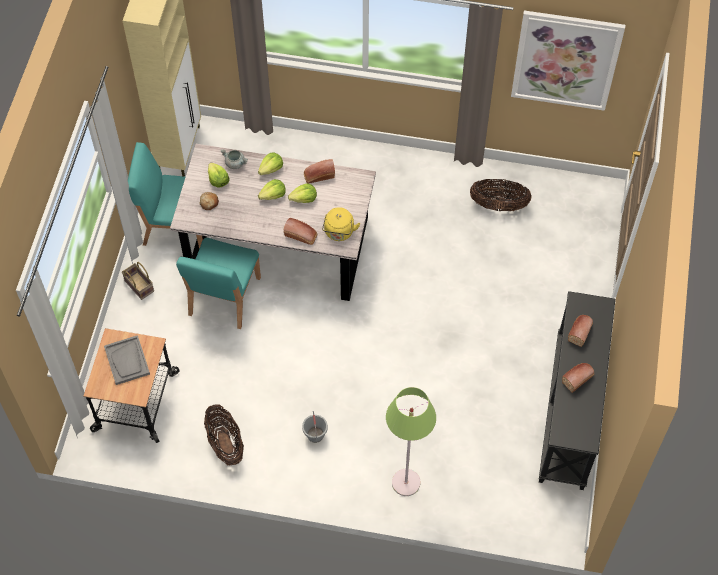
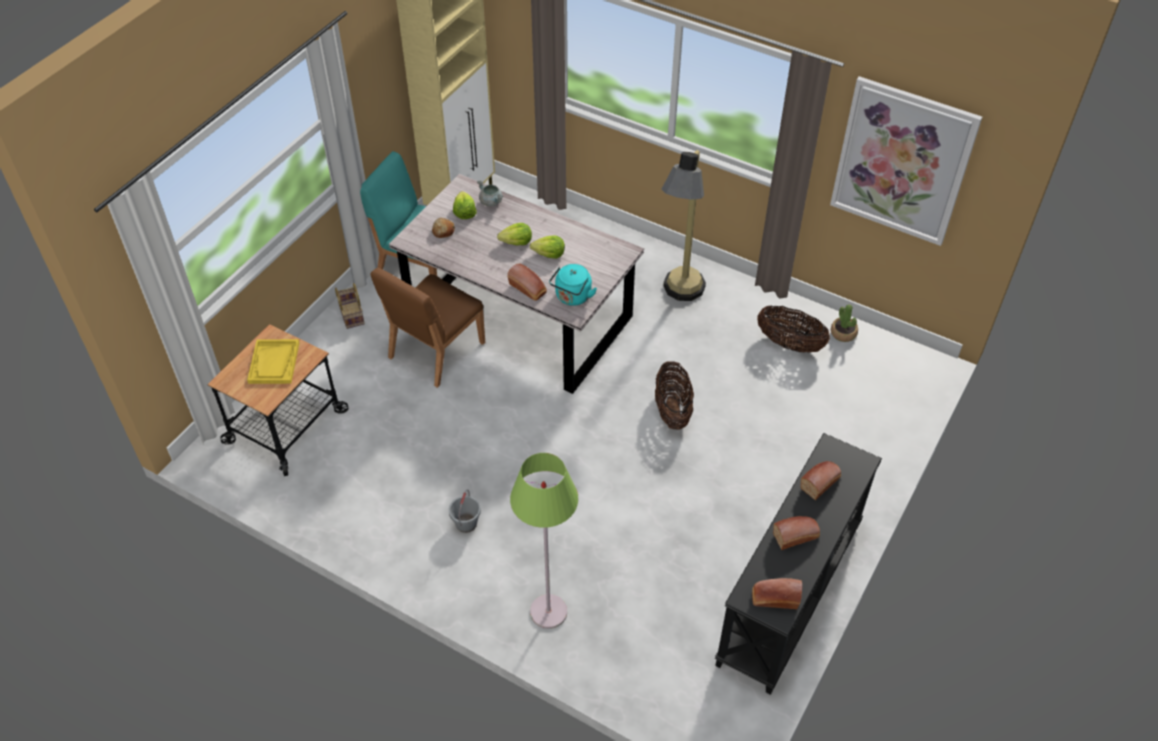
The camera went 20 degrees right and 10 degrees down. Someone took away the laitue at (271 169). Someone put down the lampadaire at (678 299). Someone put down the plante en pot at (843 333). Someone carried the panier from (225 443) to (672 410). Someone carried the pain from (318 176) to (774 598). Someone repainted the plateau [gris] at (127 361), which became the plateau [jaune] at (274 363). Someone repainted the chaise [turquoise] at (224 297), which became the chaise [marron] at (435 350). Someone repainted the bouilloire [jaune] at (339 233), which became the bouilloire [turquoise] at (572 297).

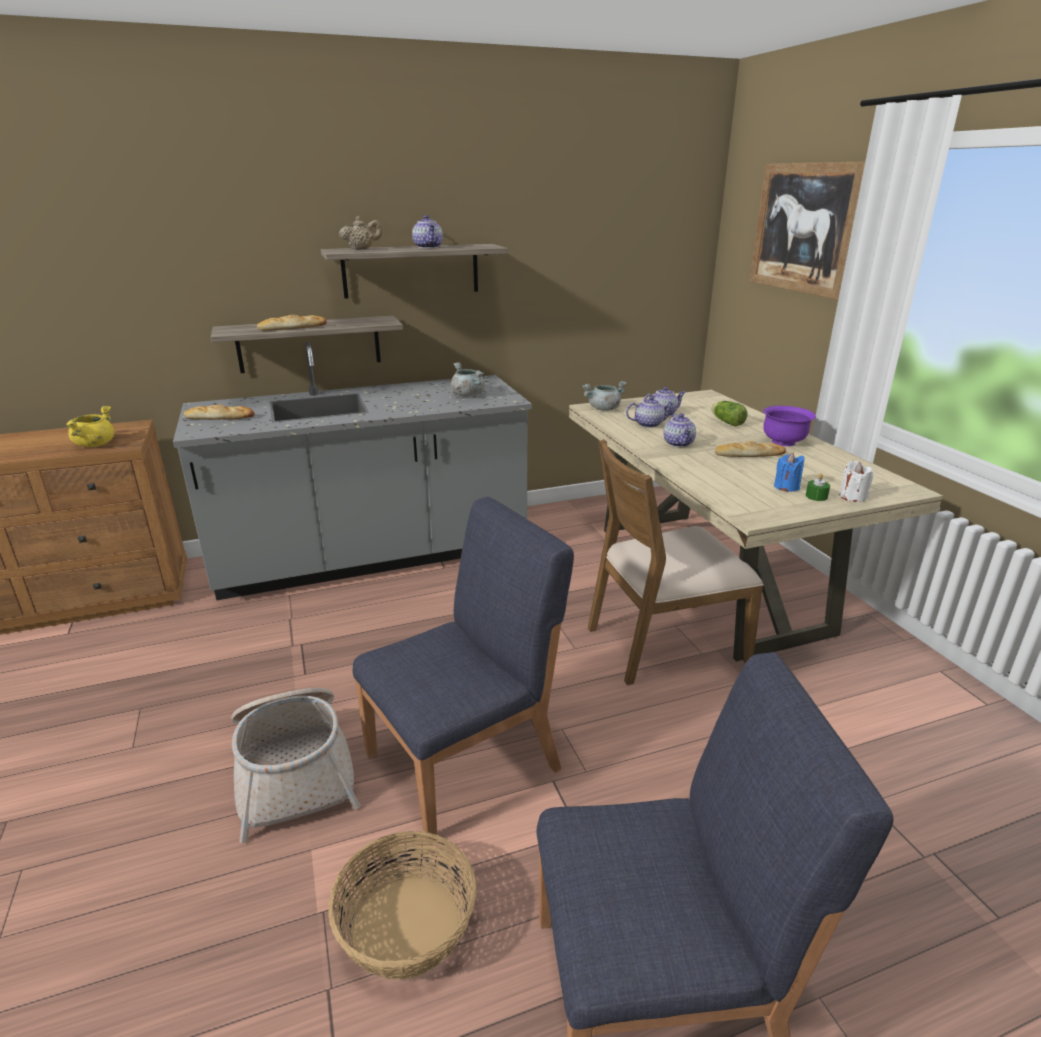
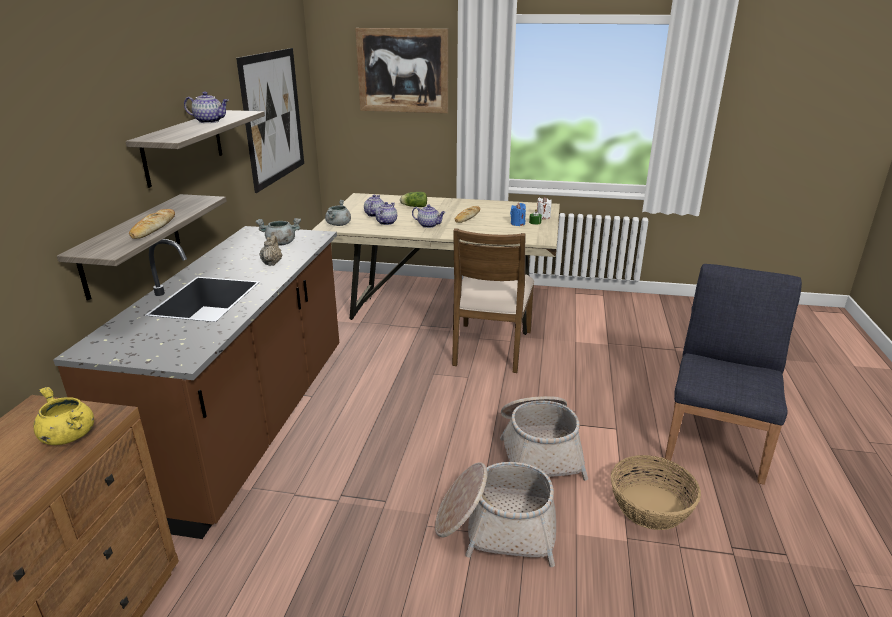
The camera went 60 degrees left and 0 degrees up. Someone took away the pain at (220 417). Someone took away the bol [violet] at (783 442). Someone put up the tableau at (273 117). Someone carried the théière [beige] from (362 249) to (272 263). Someone swapped the chaise [bleu] at (465 761) for the panier at (539 450). Someone repainted the comptoir de cuisine [gris] at (373 557), which became the comptoir de cuisine [marron] at (249 425).

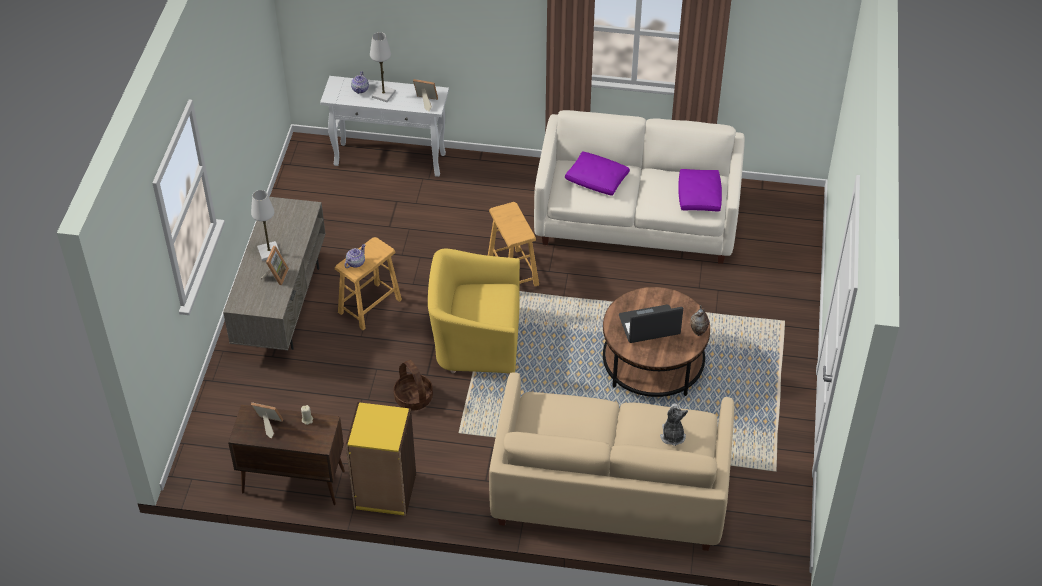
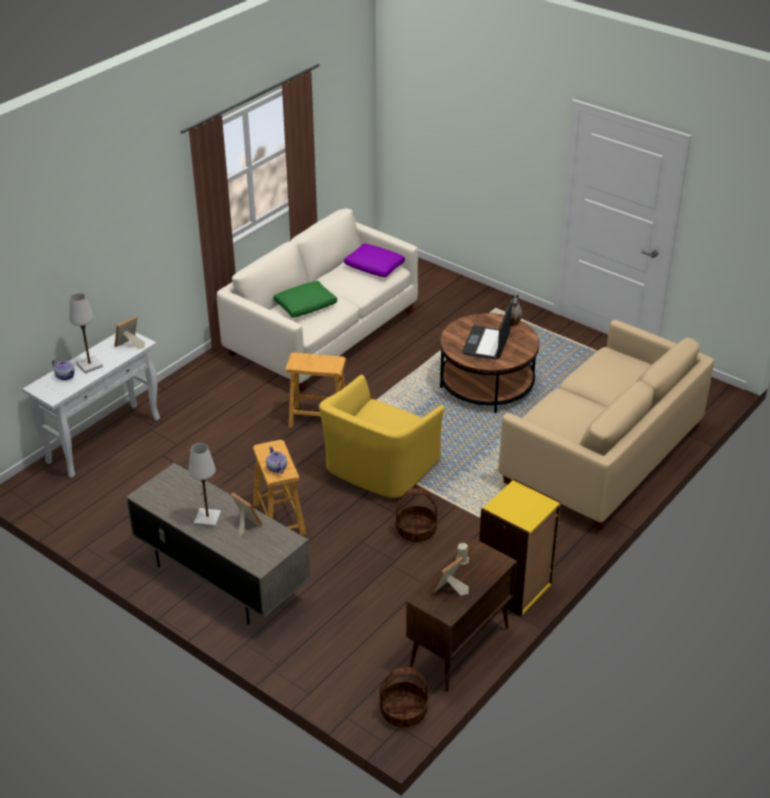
The camera went 60 degrees left and 10 degrees down. Someone took away the peluche at (672 435). Someone put down the panier at (403 712). Someone repainted the coussin [violet] at (596 179), which became the coussin [vert] at (305 306).

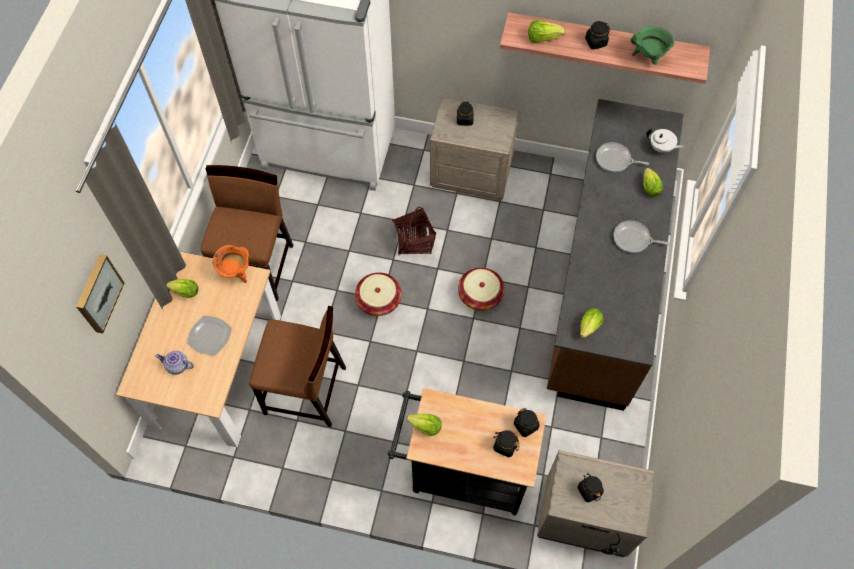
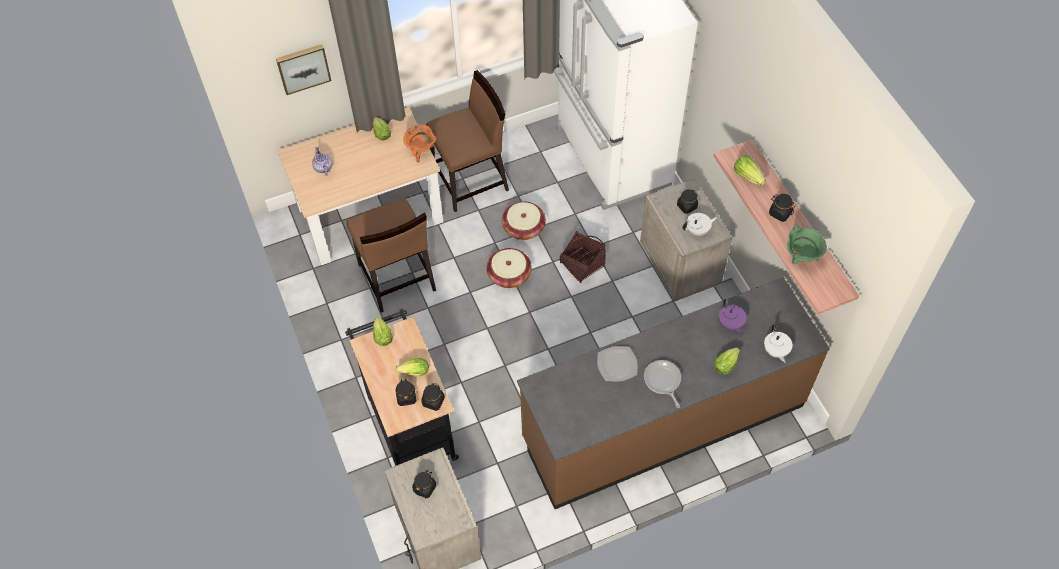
The camera went 55 degrees right and 5 degrees down. Someone put down the théière [blanc] at (698 230). Someone carried the assiette from (210 336) to (617 365). Someone carried the panier from (480 295) to (524 228). Someone carried the laitue from (588 328) to (413 372). Someone swapped the poêle at (615 160) for the théière [violet] at (730 324).

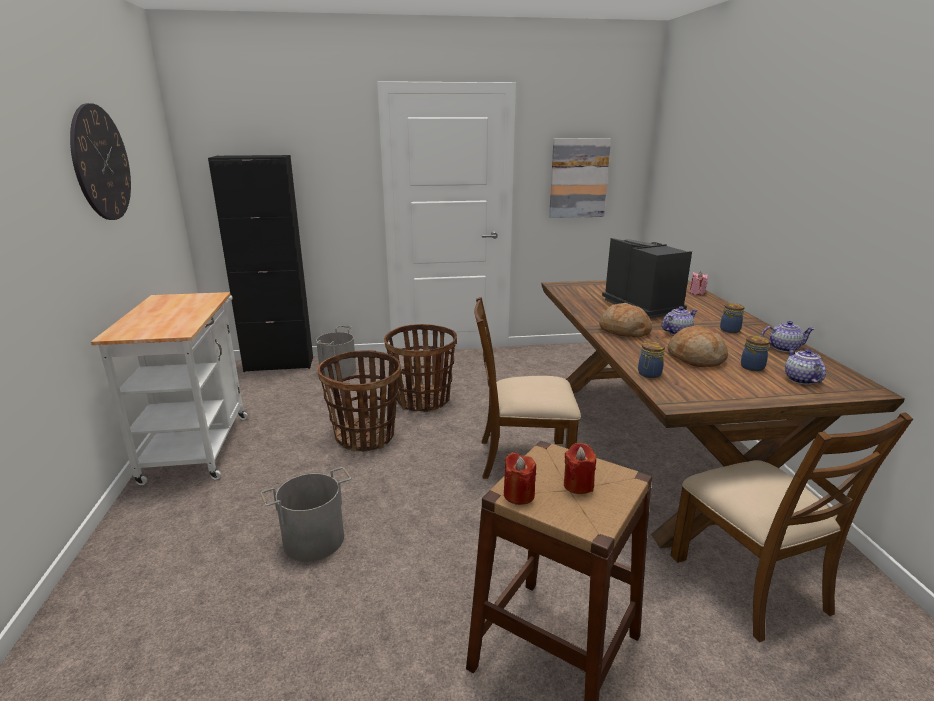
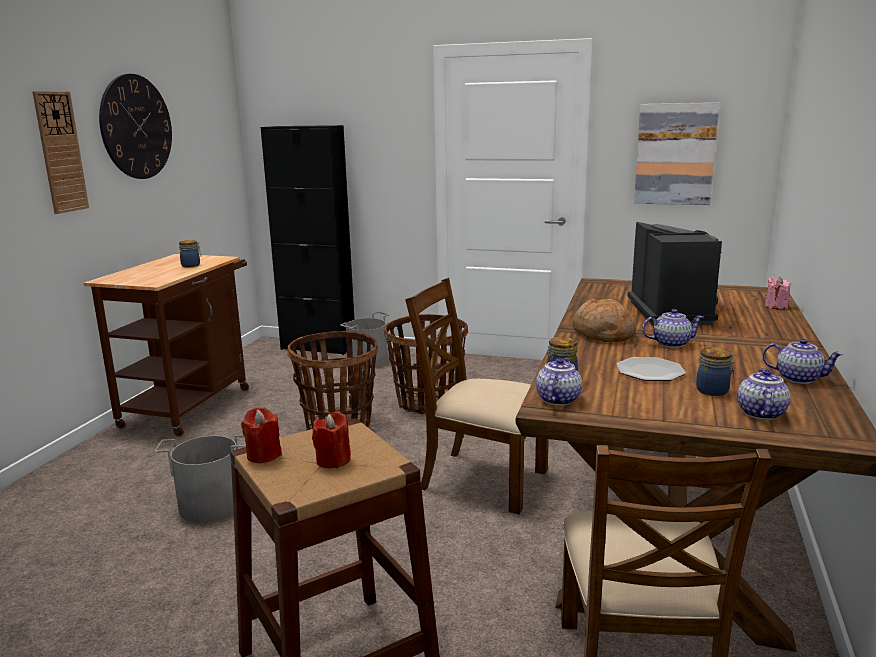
The camera went 25 degrees right and 5 degrees down. Someone put up the horloge murale at (60 152). Someone put down the théière at (558 399). Someone carried the bocal from (730 330) to (191 265). Someone swapped the pain at (696 358) for the assiette at (650 371). Someone repainted the chariot [blanc] at (199 443), which became the chariot [marron] at (191 404).

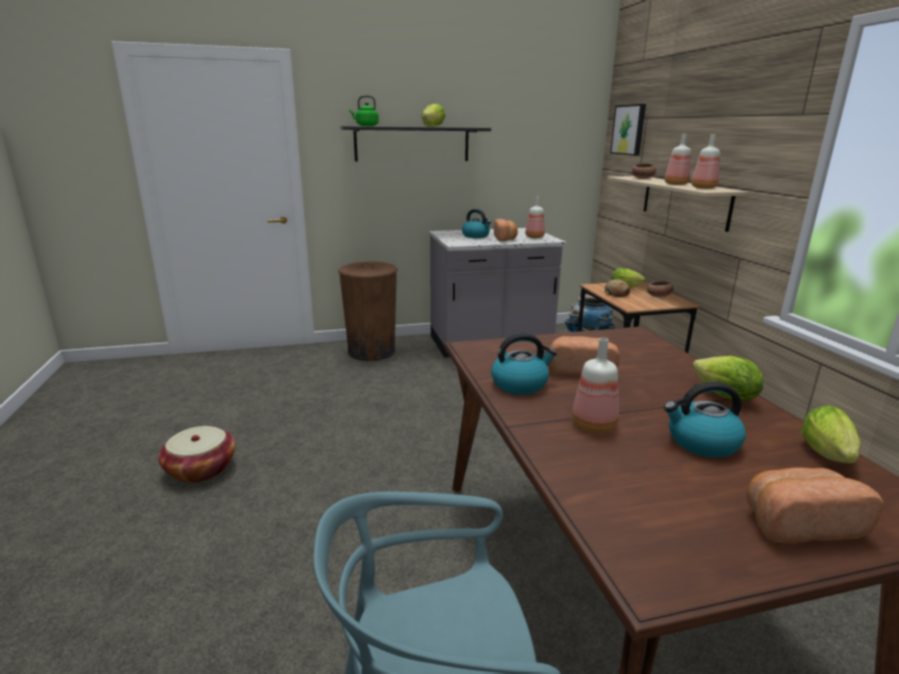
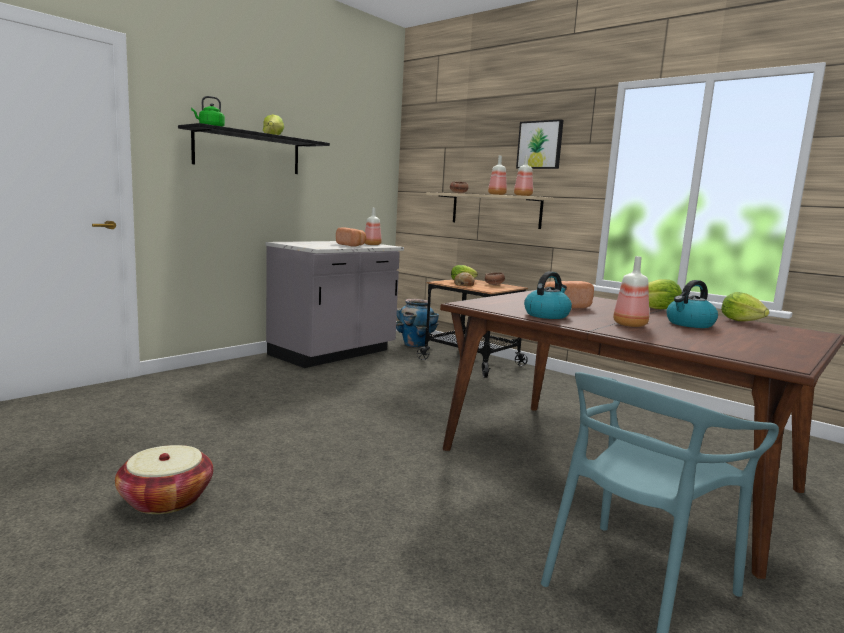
The camera went 35 degrees left and 10 degrees down. Someone took away the poubelle [marron] at (371 351). Someone took away the bouilloire at (476 236). Someone took away the pain at (798 523). Someone carried the tableau from (629 130) to (540 145).

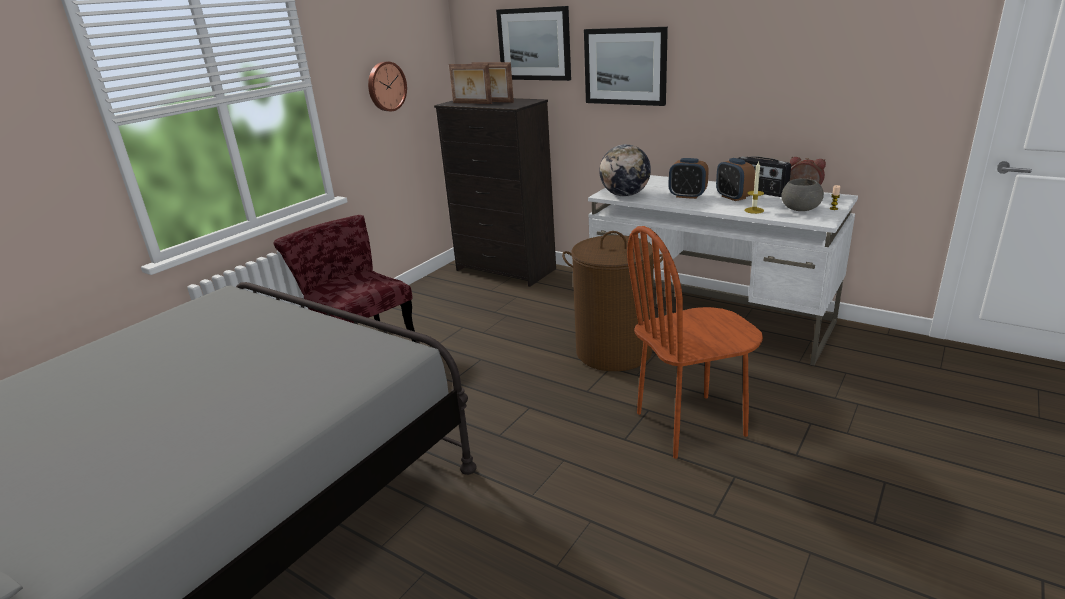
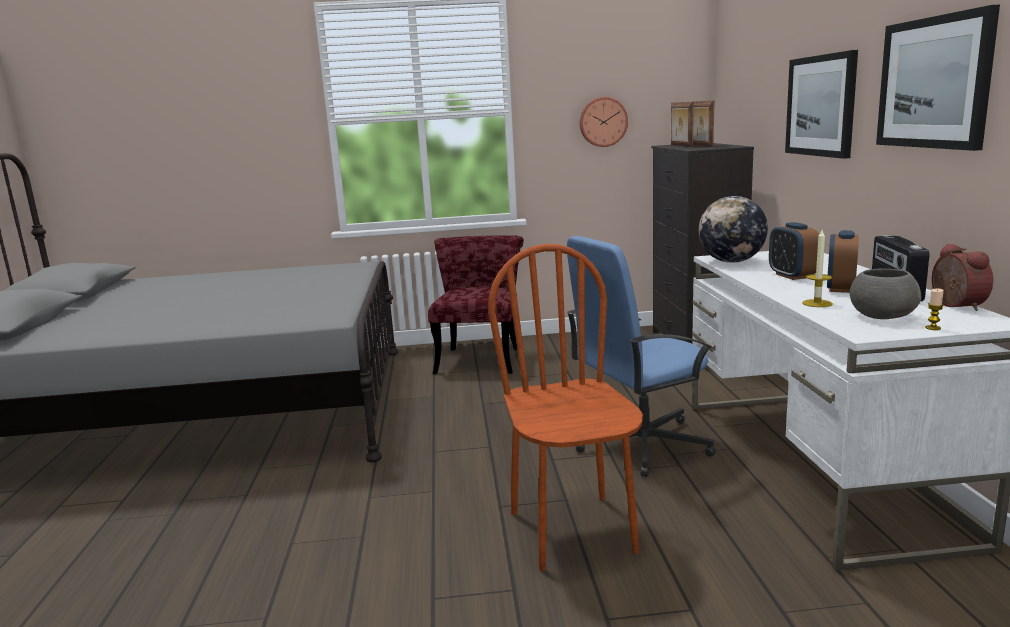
The camera went 50 degrees right and 10 degrees down. Someone carried the tableau from (534 44) to (934 83). Someone swapped the panier à linge [marron] at (613 352) for the chaise de bureau [bleu] at (641 444). Someone rotated the chaise [marron] at (690 424) by 45 degrees clockwise.

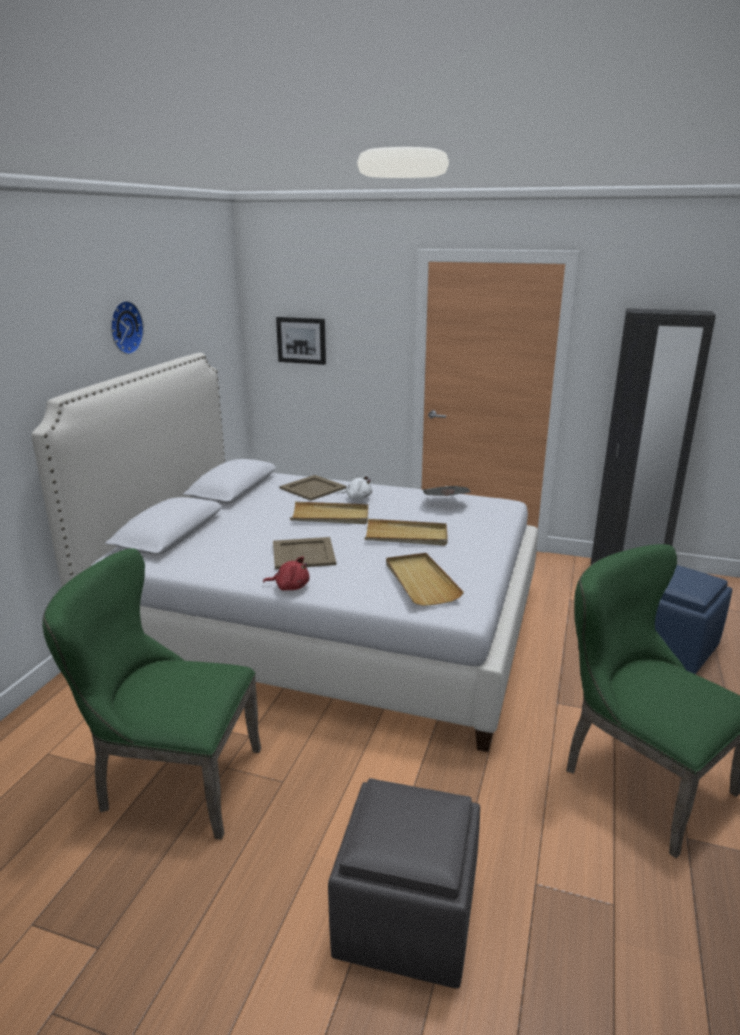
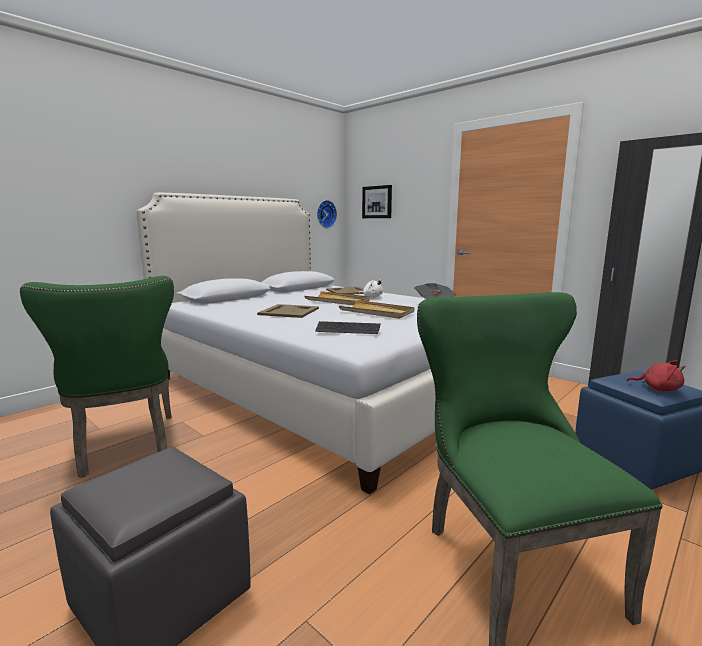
The camera went 25 degrees right and 10 degrees down. Someone carried the horloge murale from (123 327) to (325 214). Someone carried the peluche [rouge] from (290 587) to (658 389). Someone swapped the plateau [beige] at (420 581) for the clavier at (348 329). Someone rotated the chaise [vert] at (171 782) by 150 degrees counterclockwise.

